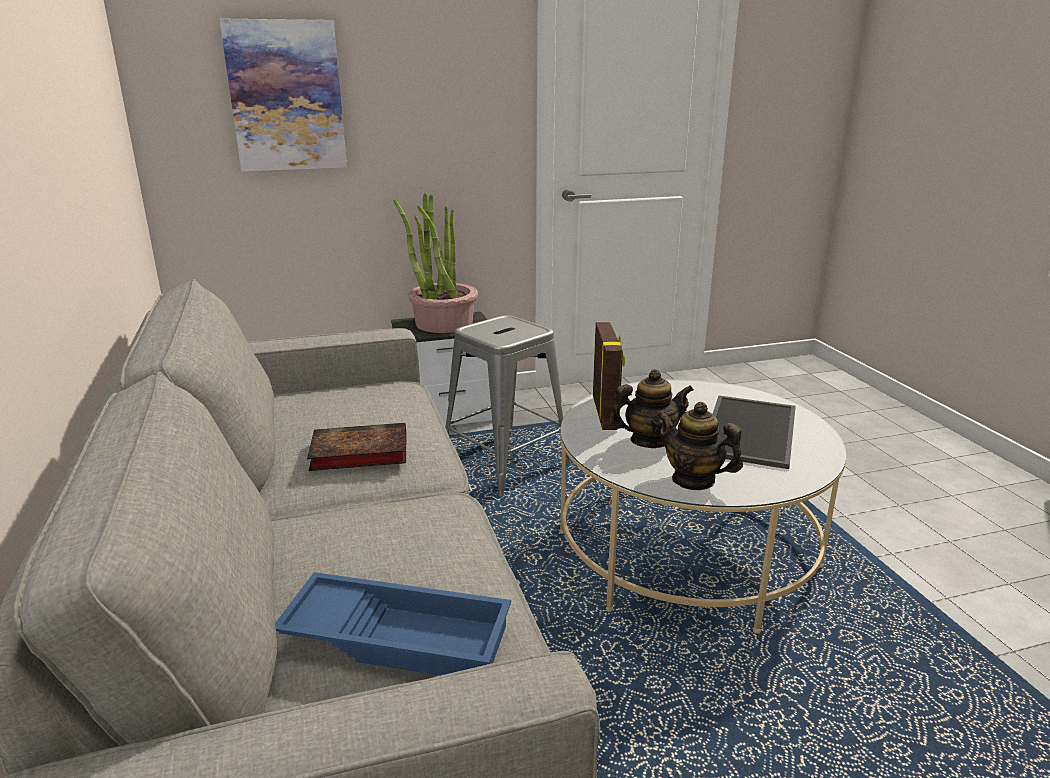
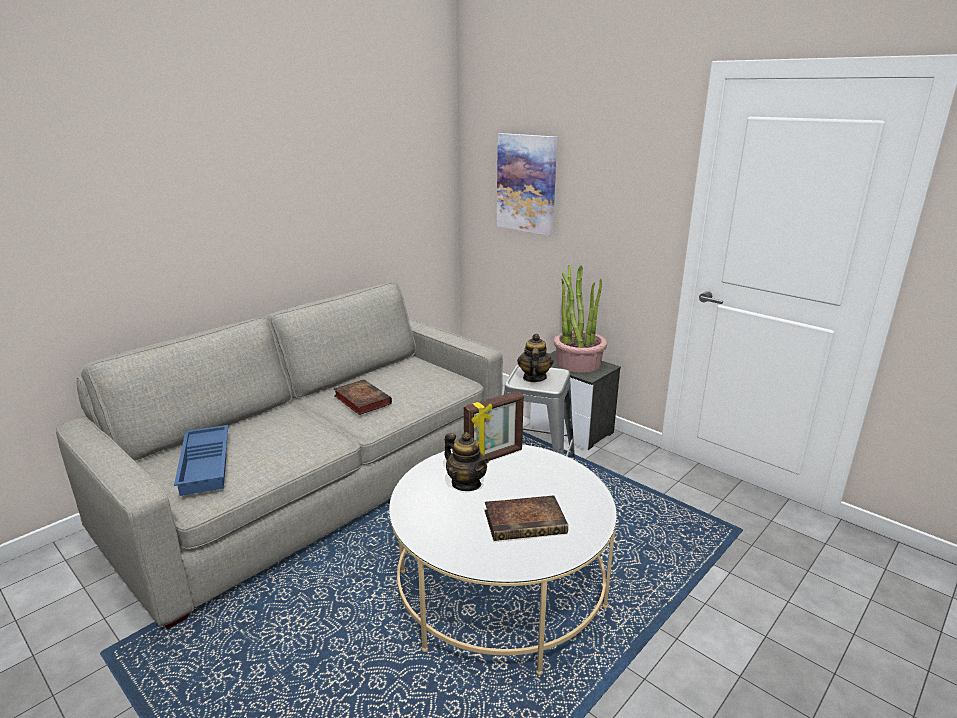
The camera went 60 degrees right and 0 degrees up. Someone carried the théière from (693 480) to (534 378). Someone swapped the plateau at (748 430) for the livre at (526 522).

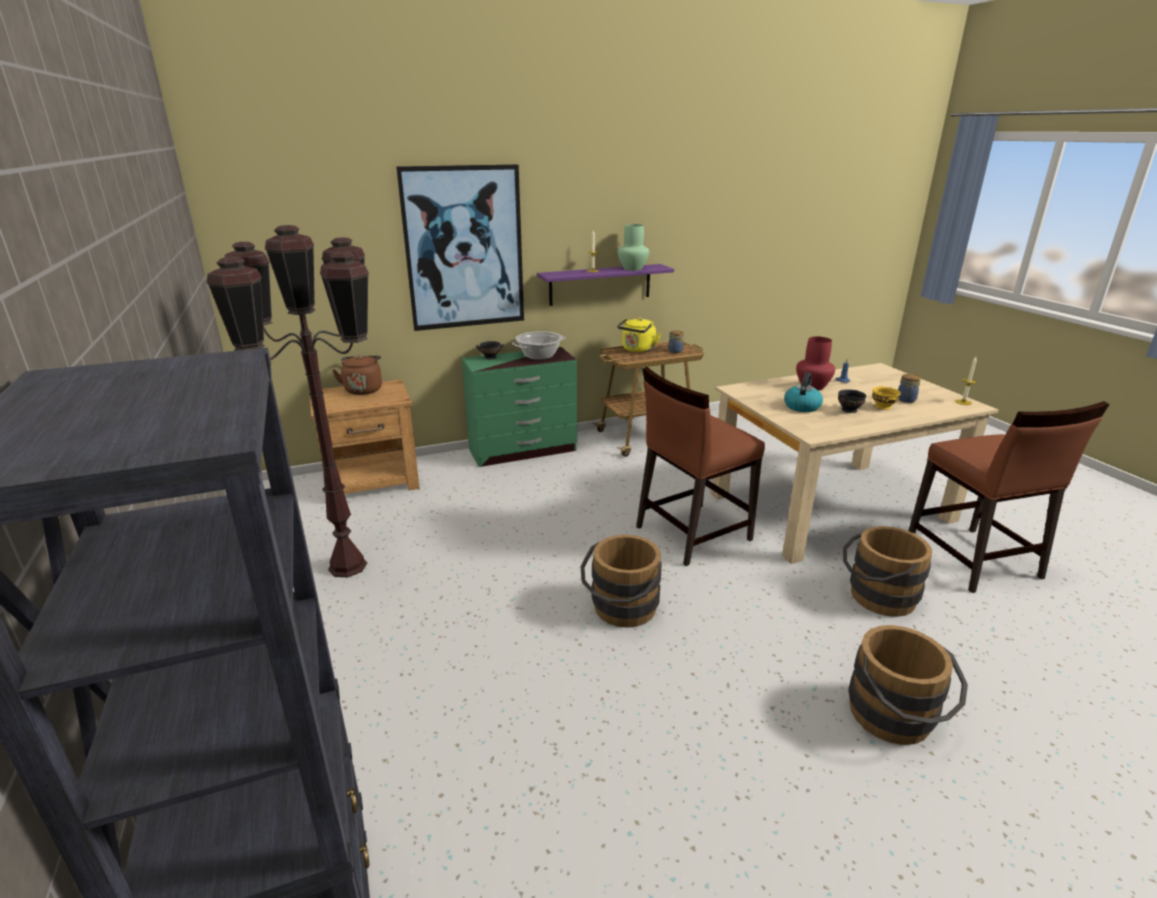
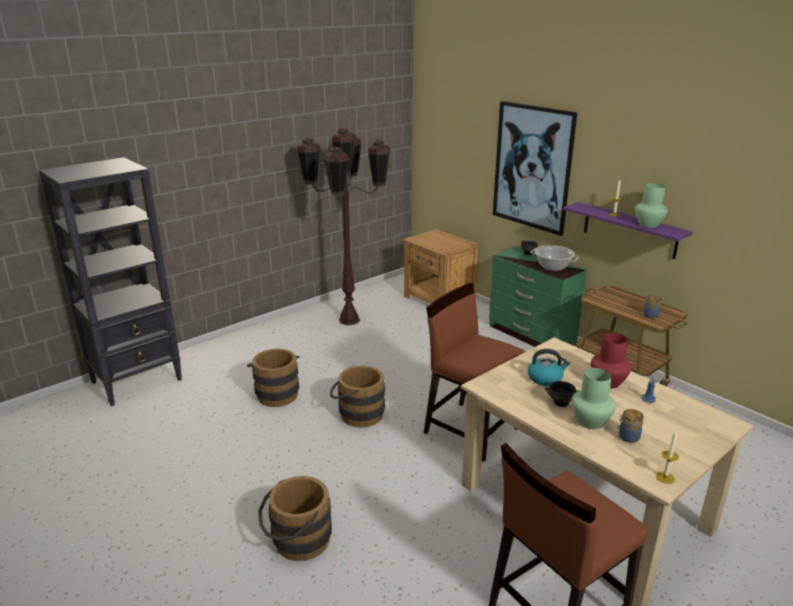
The camera went 70 degrees right and 0 degrees up. Someone took away the bouilloire [marron] at (363 389). Someone took away the bouilloire [jaune] at (637 350). Someone carried the seau [marron] from (876 597) to (276 393). Someone swapped the bol [jaune] at (883 407) for the vase [vert] at (590 422).

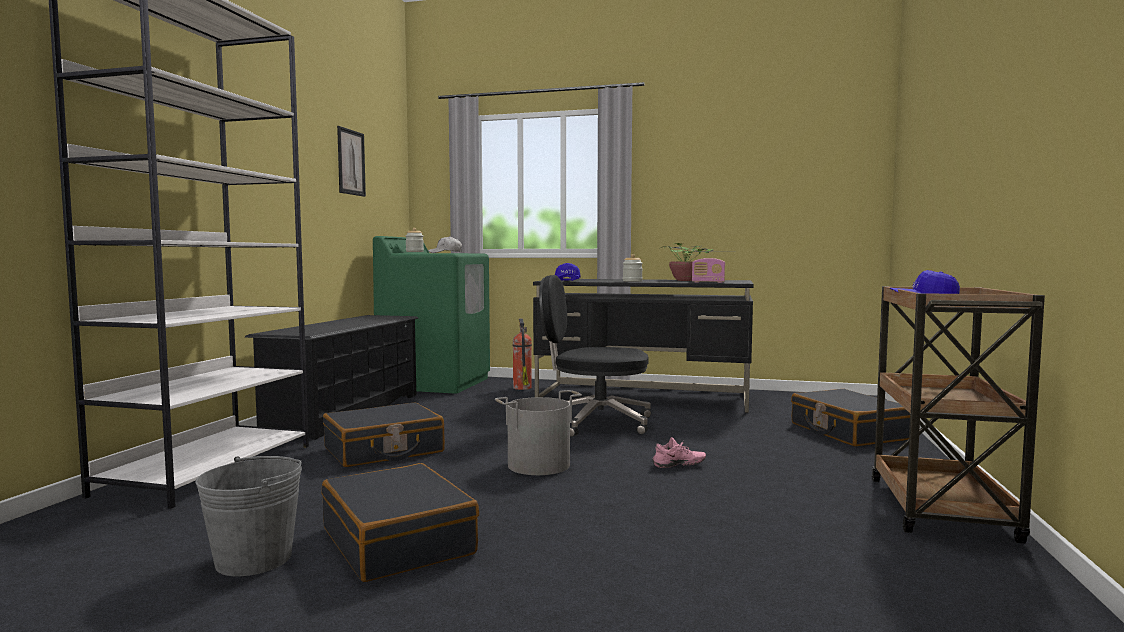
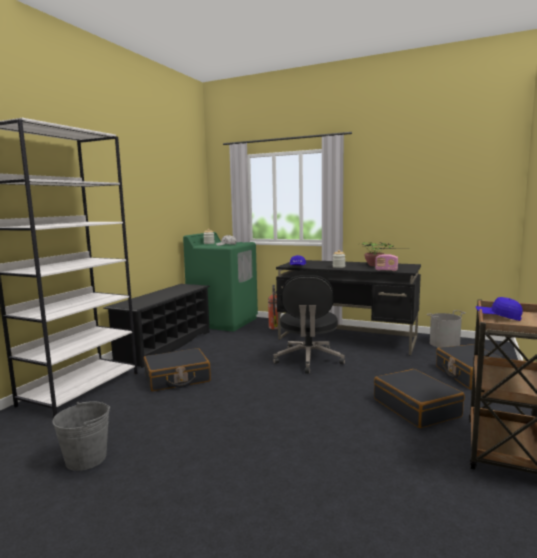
The camera went 10 degrees right and 5 degrees up. Someone took away the tableau at (351 162). Someone took away the chaussure [rose] at (679 466). Someone carried the valise [noir] from (398 541) to (416 408). Someone carried the seau [gris] from (539 465) to (444 344). Someone rotated the chaise de bureau [noir] at (595 422) by 105 degrees counterclockwise.

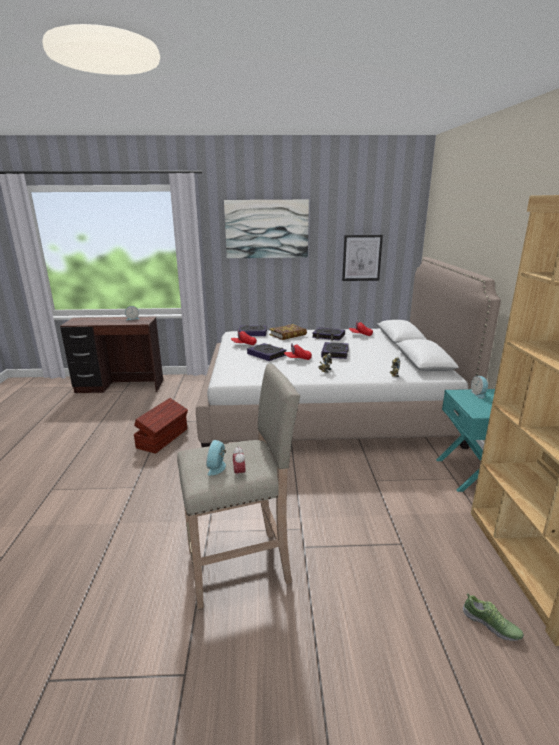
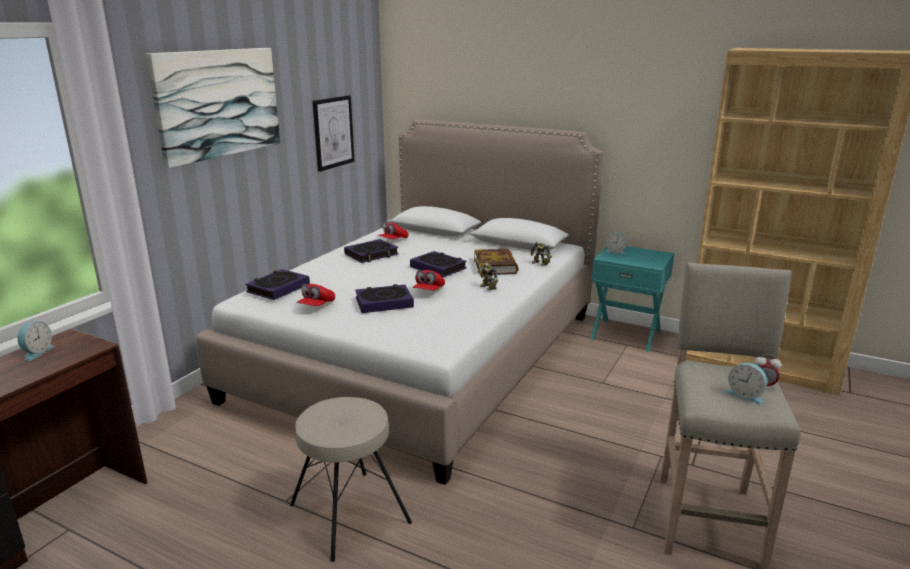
The camera went 60 degrees left and 0 degrees up. Someone took away the chaussure at (491 625). Someone carried the livre from (288 335) to (495 266). Someone swapped the boîte de rangement [marron] at (163 438) for the tabouret [beige] at (348 514).

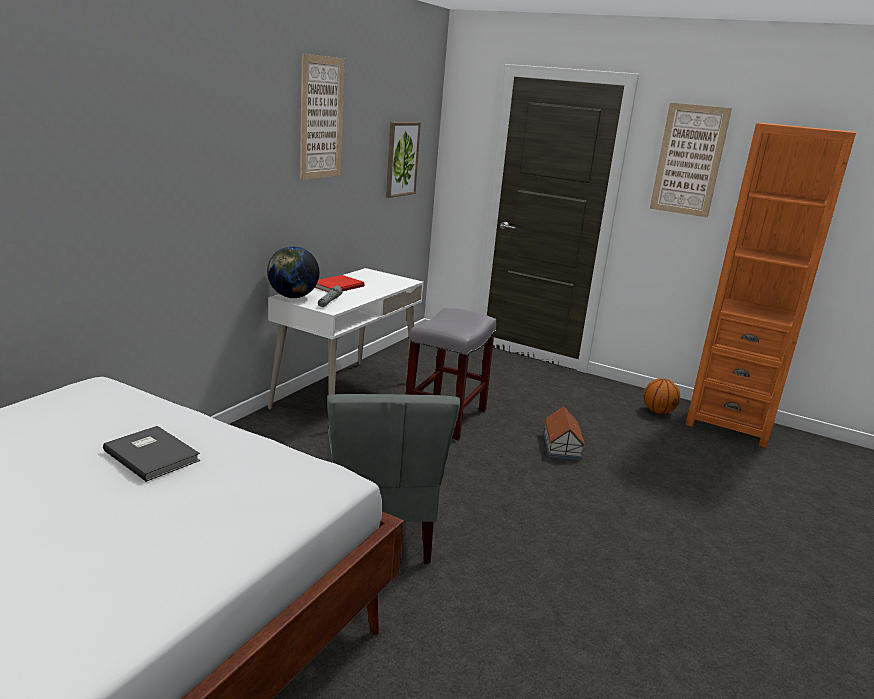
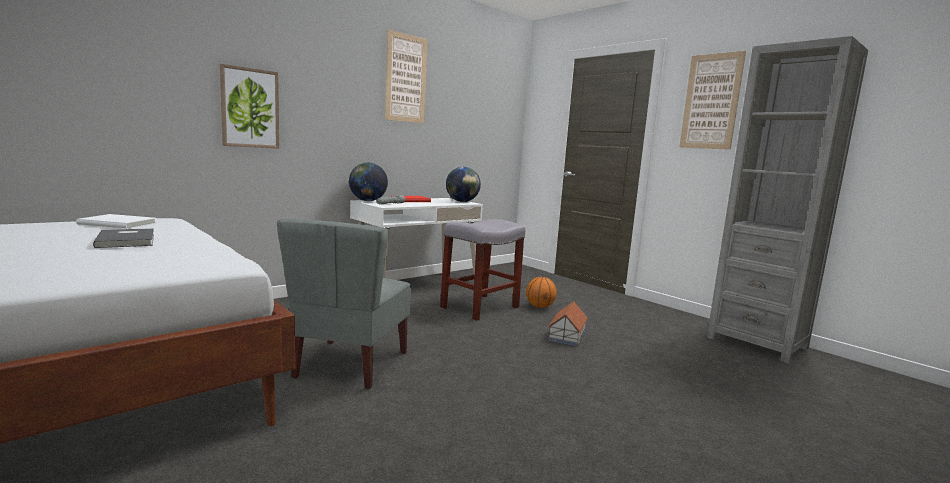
The camera went 20 degrees right and 10 degrees down. Someone put down the livre [blanc] at (118 223). Someone put down the globe at (462 202). Someone carried the tableau from (401 159) to (250 108). Someone carried the ballon de basket from (658 412) to (540 307). Someone repainted the bibliothèque [orange] at (729 424), which became the bibliothèque [gris] at (757 342).

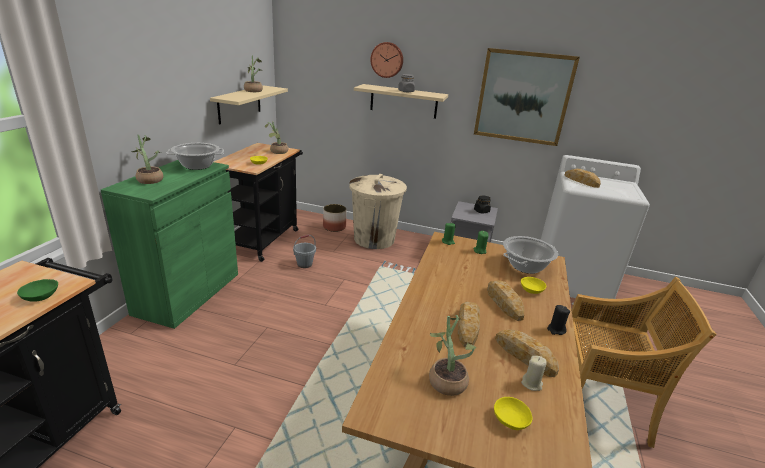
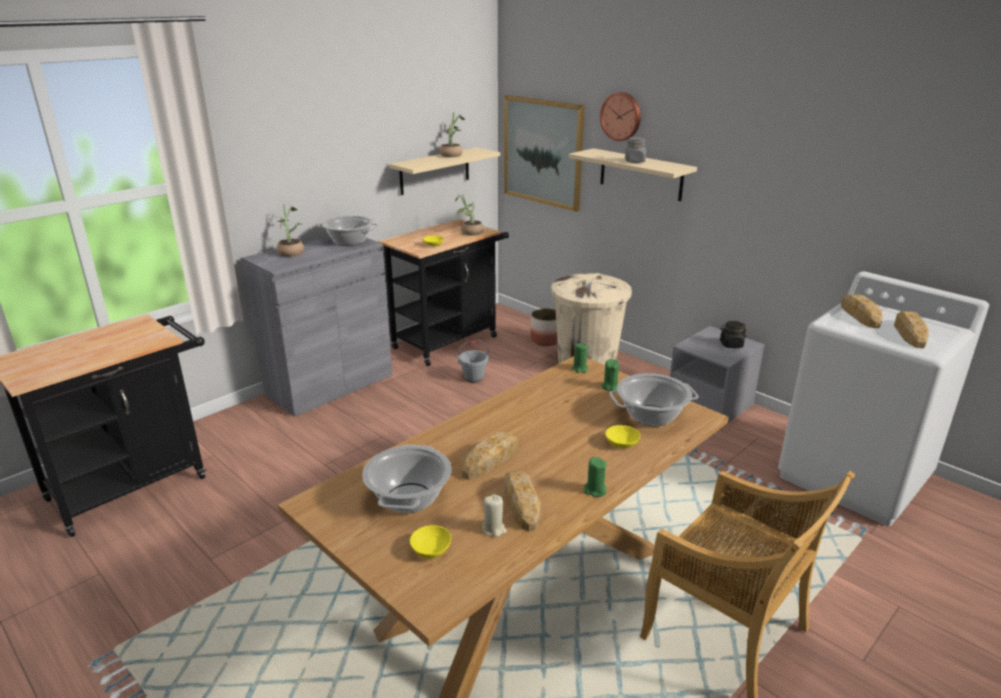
The camera went 30 degrees right and 0 degrees up. Someone took away the bol [vert] at (41 295). Someone carried the tableau from (523 97) to (543 152). Someone carried the pain from (504 303) to (909 334). Someone swapped the plante en pot at (445 379) for the marmite at (409 498). Someone repainted the meuble de rangement [vert] at (188 293), which became the meuble de rangement [gris] at (330 385). Someone repainted the bougie [noir] at (556 330), which became the bougie [vert] at (595 490).

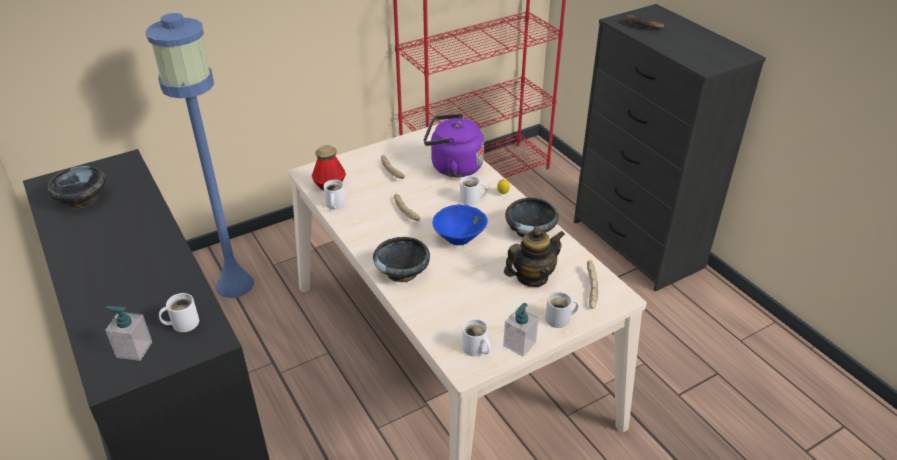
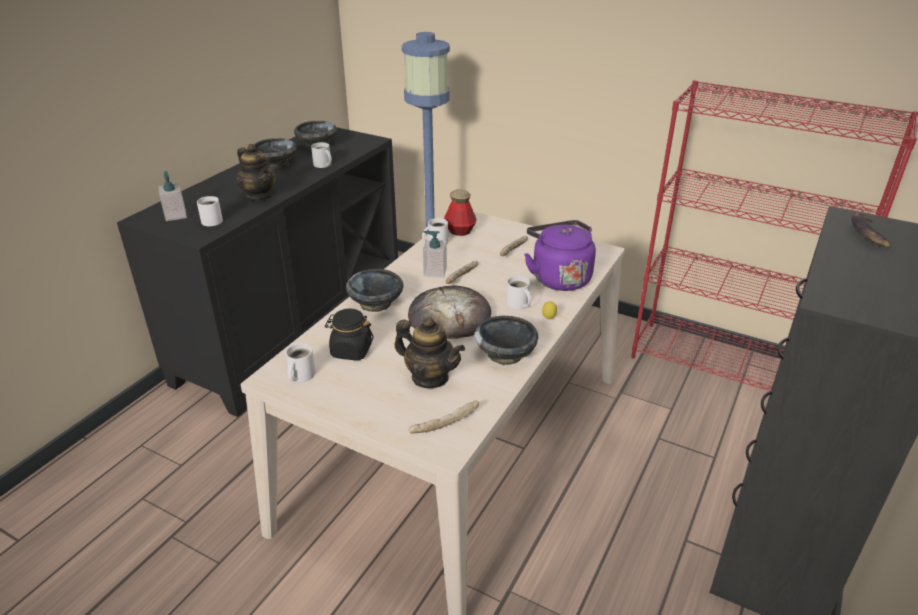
The camera went 60 degrees right and 5 degrees down. Someone put down the théière at (259 196). Someone put down the bol [noir] at (275 164). Someone put down the bocal [noir] at (351 351). Someone carried the distributeur de savon from (519 344) to (435 271). Someone carried the mug [blanc] from (560 319) to (323 165). Someone swapped the bol [bleu] at (459 239) for the pain at (449 317).

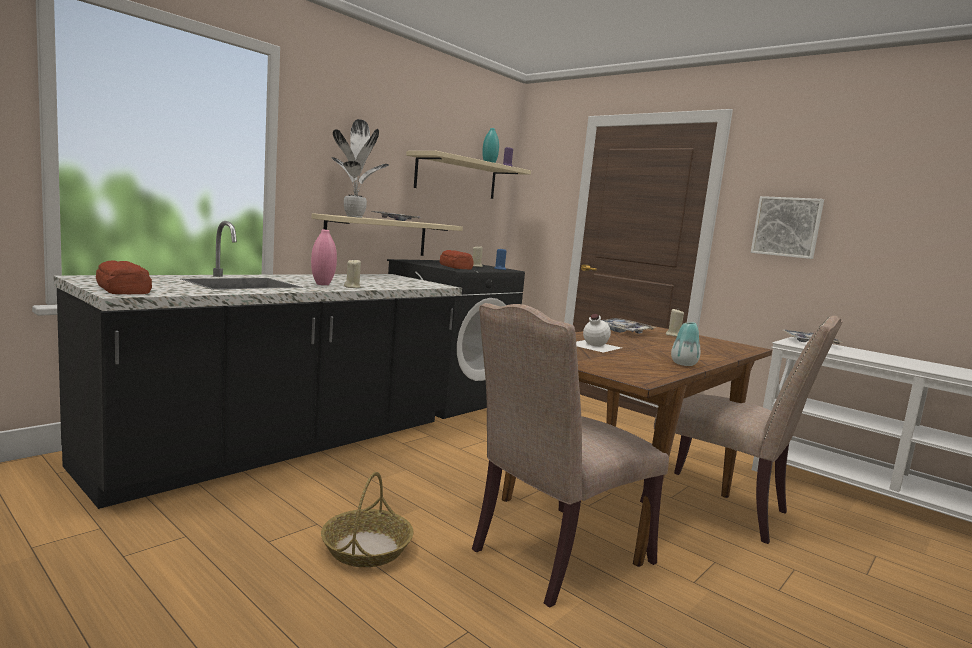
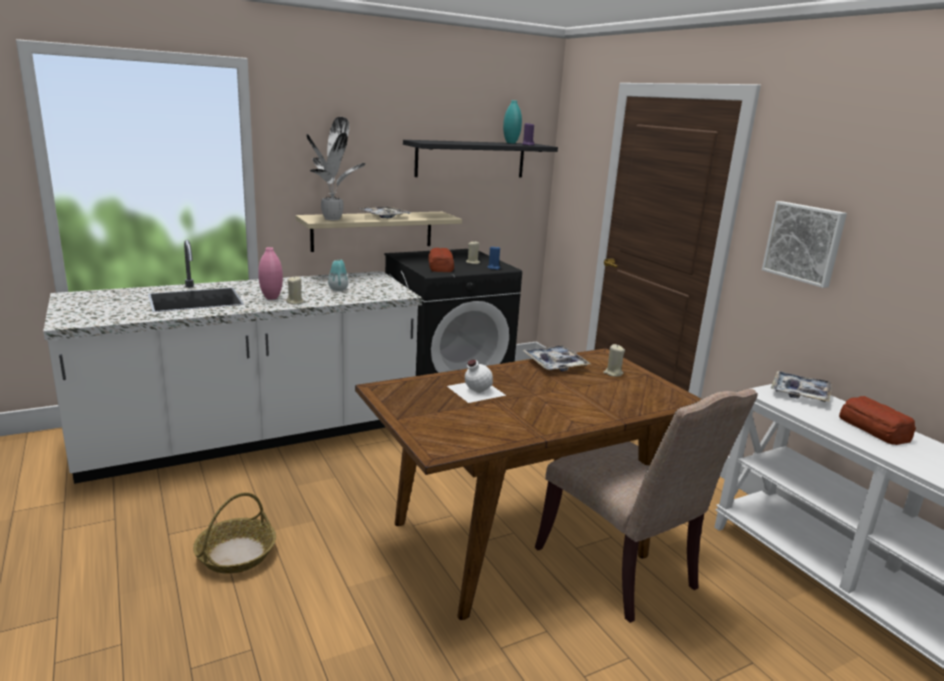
The camera went 20 degrees right and 10 degrees up. Someone took away the chaise [beige] at (555 556). Someone carried the pain from (124 289) to (873 428). Someone carried the vase from (683 364) to (338 289). Someone repainted the comptoir de cuisine [noir] at (284 443), which became the comptoir de cuisine [blanc] at (252 435). Someone repainted the étagère [beige] at (457 177), which became the étagère [noir] at (471 159).

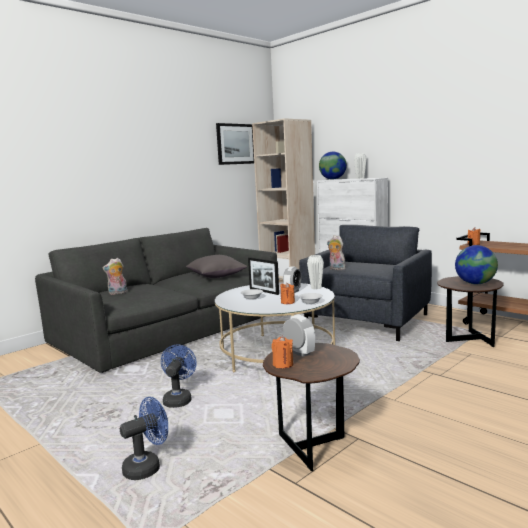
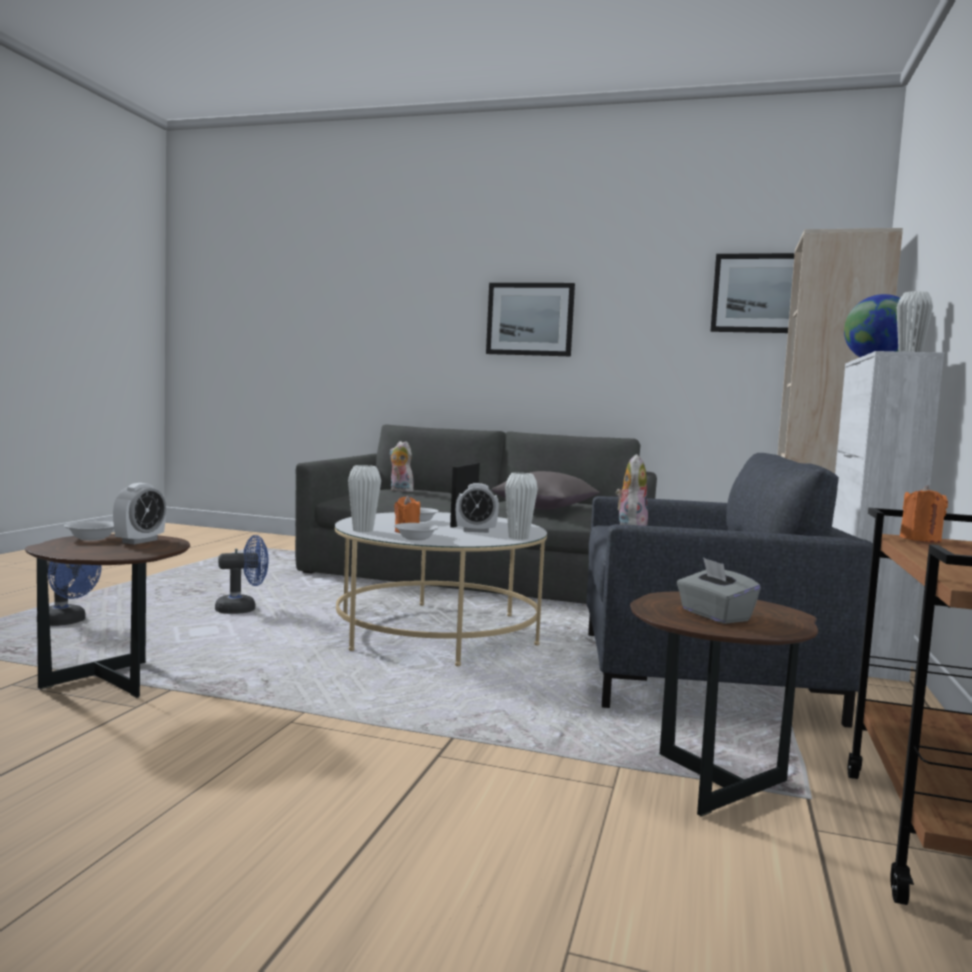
The camera went 60 degrees right and 5 degrees down. Someone put down the vase [blanc] at (363 530). Someone put up the tableau at (530 319). Someone swapped the bougie [orange] at (283 364) for the bol [blanc] at (91 538). Someone swapped the globe at (475 283) for the boîte à mouchoirs [gris] at (714 615).

